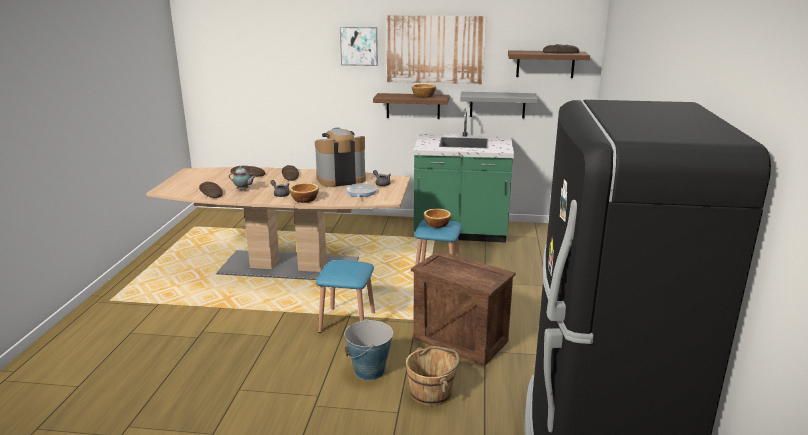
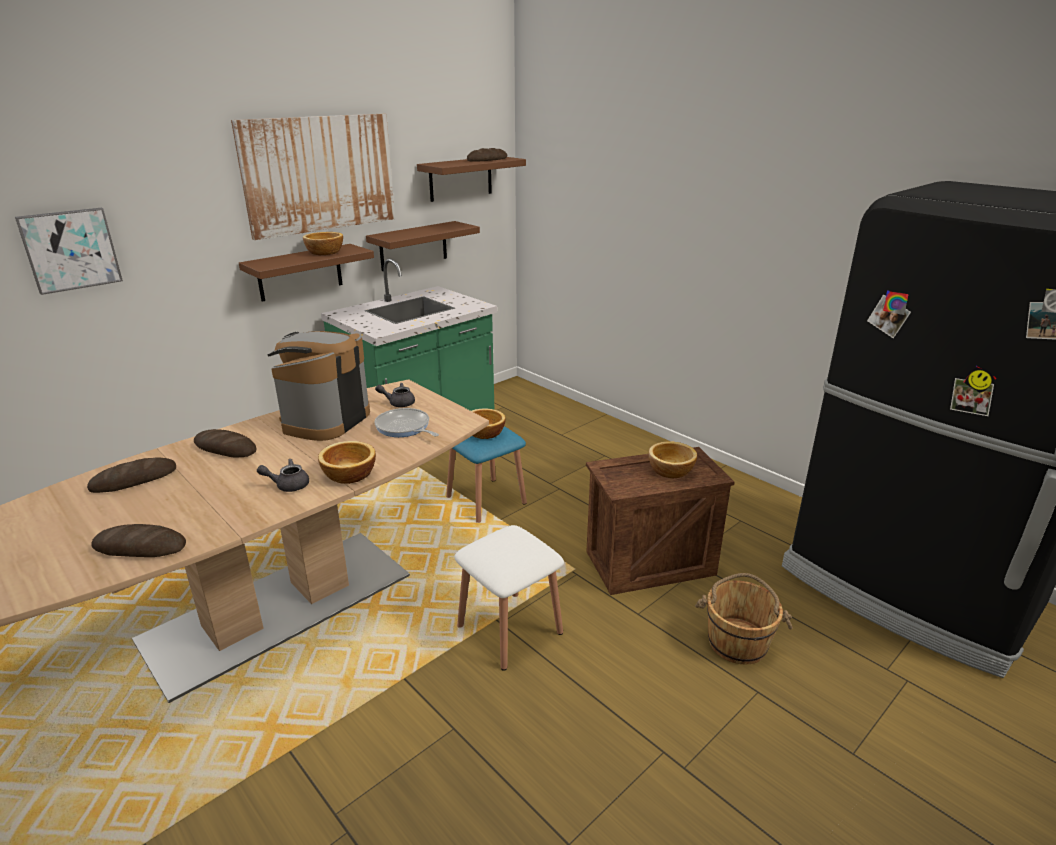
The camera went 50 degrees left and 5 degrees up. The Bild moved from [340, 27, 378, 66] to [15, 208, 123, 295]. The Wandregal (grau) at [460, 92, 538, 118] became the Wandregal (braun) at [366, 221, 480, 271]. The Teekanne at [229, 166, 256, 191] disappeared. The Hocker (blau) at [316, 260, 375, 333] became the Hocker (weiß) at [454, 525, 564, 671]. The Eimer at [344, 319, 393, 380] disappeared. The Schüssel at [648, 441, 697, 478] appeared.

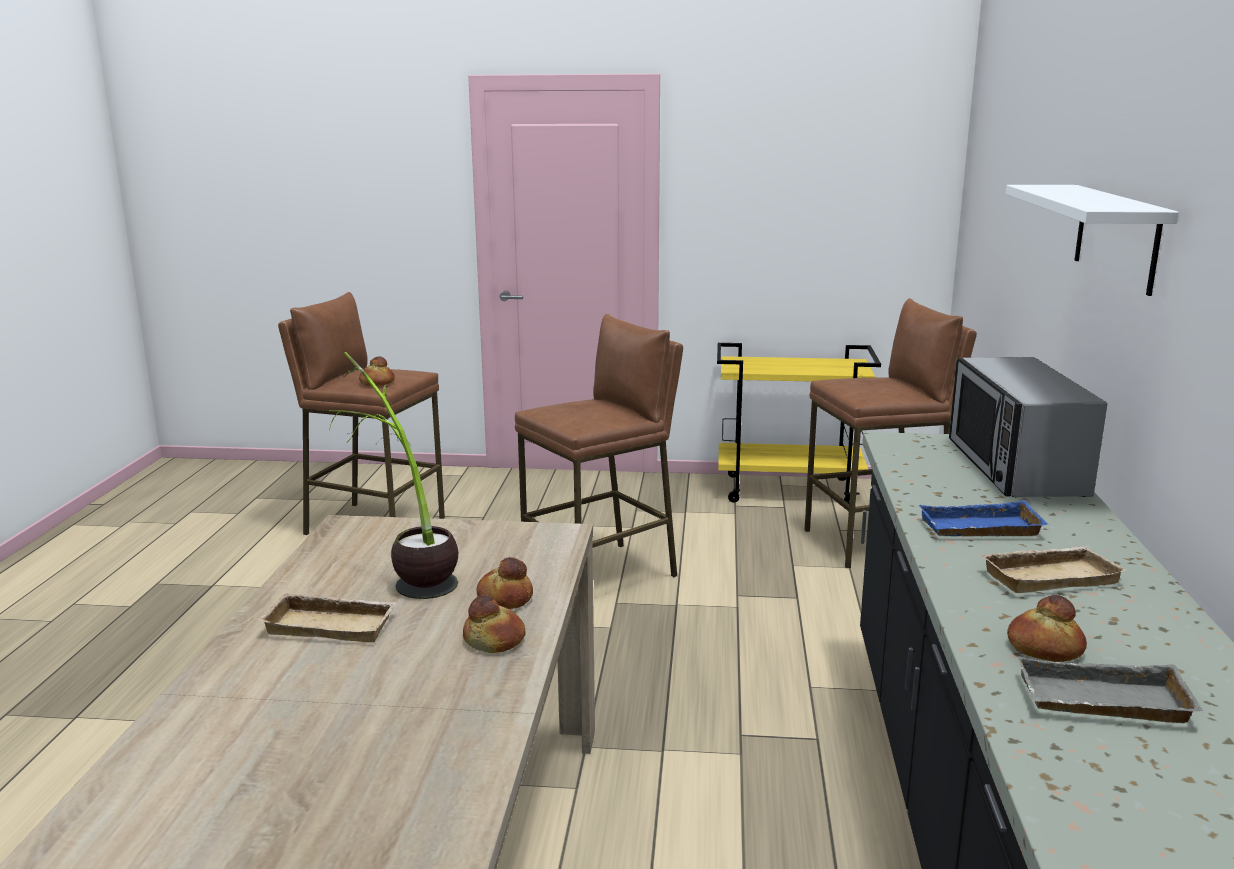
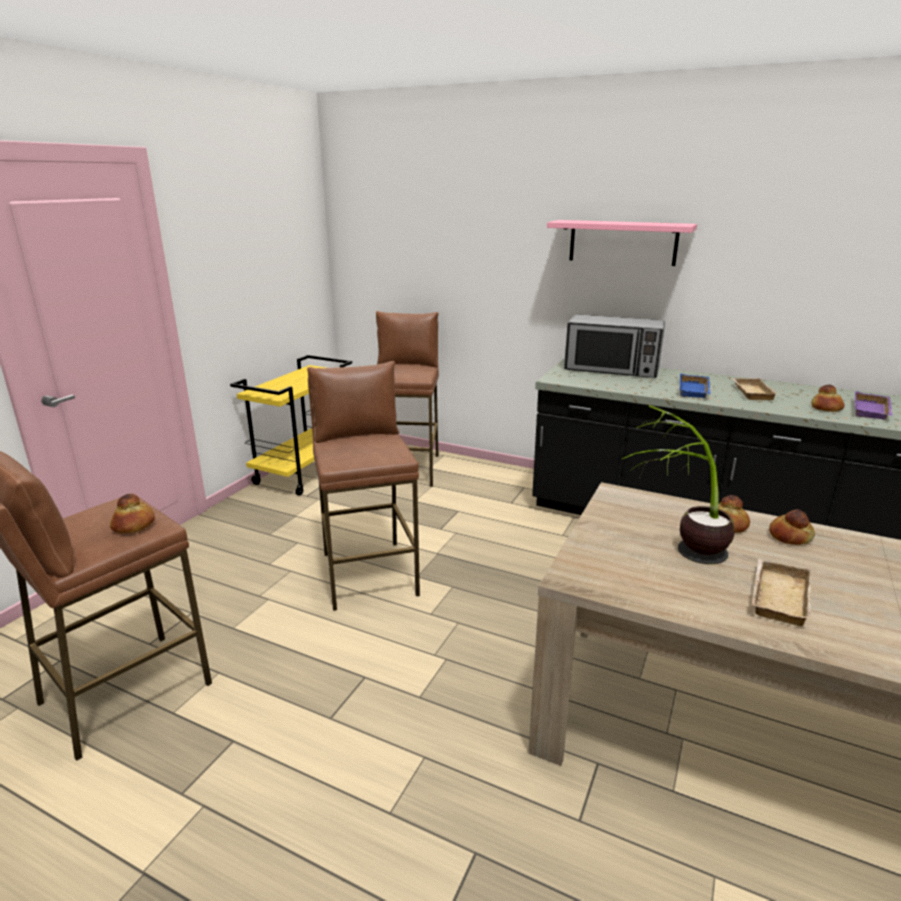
The camera went 70 degrees left and 5 degrees up. The Wandregal (weiß) at [1006, 185, 1179, 296] became the Wandregal (rosa) at [547, 220, 697, 266]. The Tablett (grau) at [1017, 657, 1203, 723] became the Tablett (lila) at [855, 391, 893, 420].

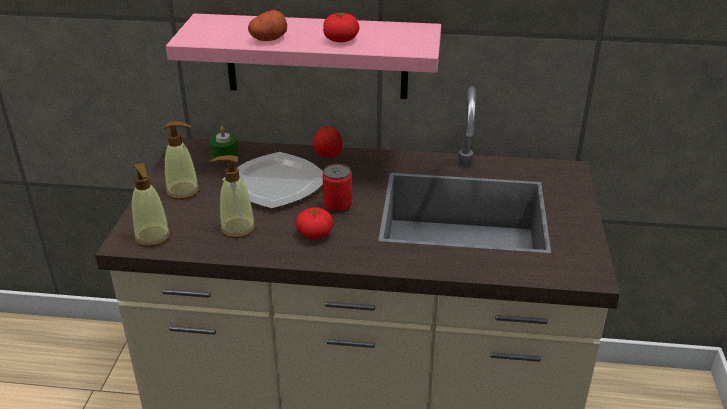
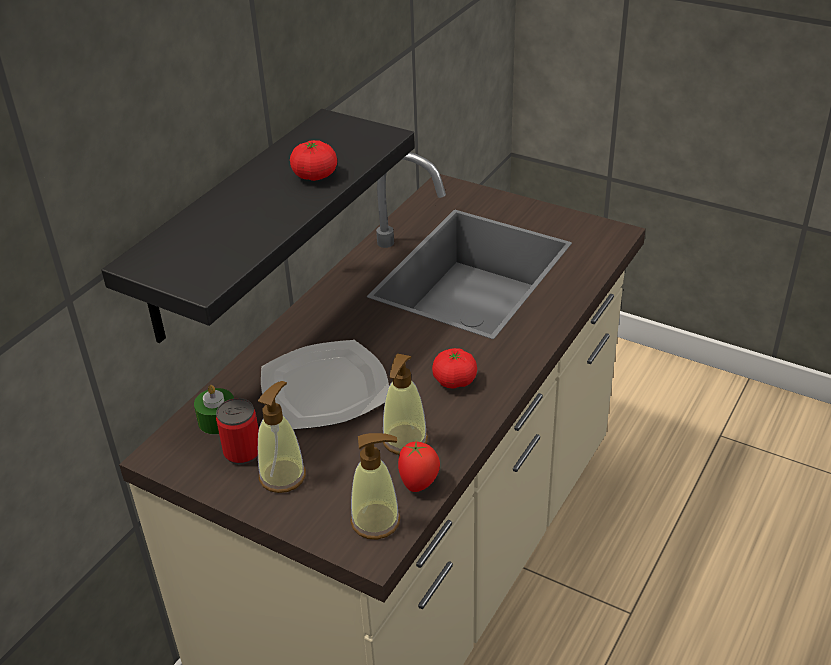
The camera went 65 degrees left and 5 degrees up. The Kartoffel at [248, 10, 287, 41] disappeared. The Wandregal (rosa) at [166, 13, 441, 99] became the Wandregal (schwarz) at [101, 109, 415, 343]. The Tomate moved from [313, 126, 342, 158] to [398, 439, 440, 492]. The Dose moved from [323, 164, 352, 213] to [216, 398, 259, 465].

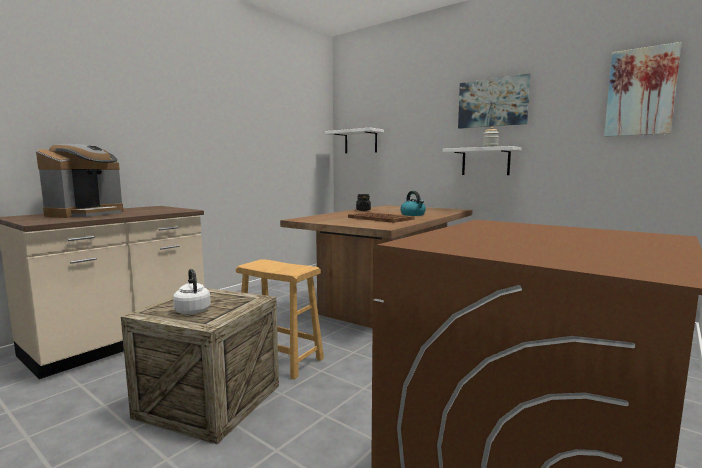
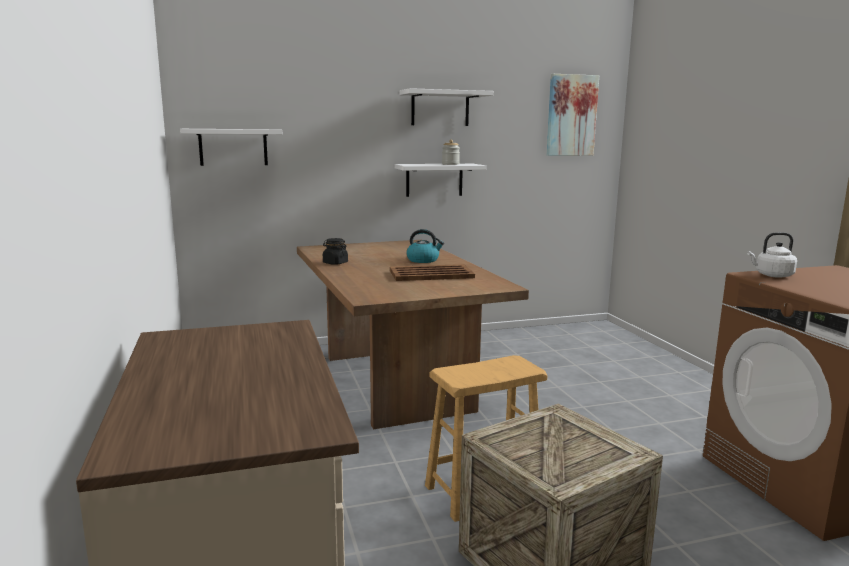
The camera went 55 degrees left and 5 degrees up. The Bild at [458, 74, 530, 129] was replaced by the Wandregal (weiß) at [399, 88, 494, 126]. The Kaffeemaschine at [36, 144, 123, 218] disappeared. The Wasserkessel (weiß) moved from [173, 269, 211, 314] to [747, 232, 797, 278].

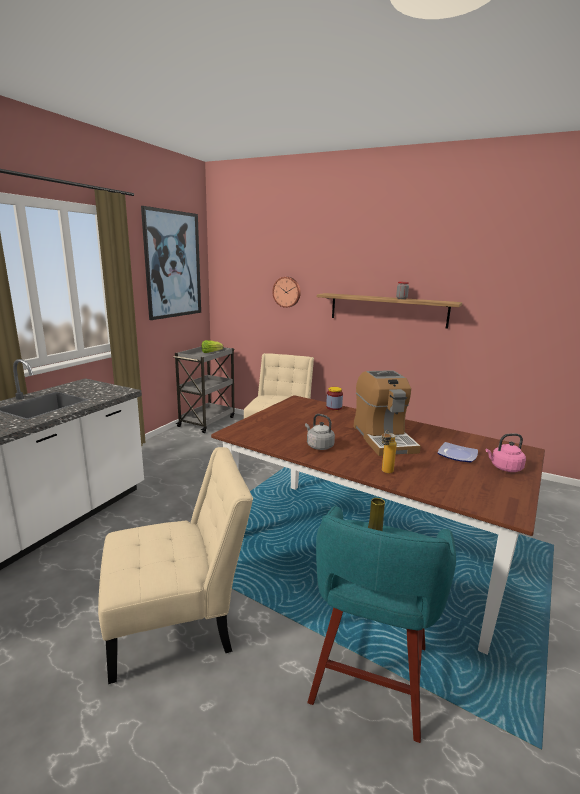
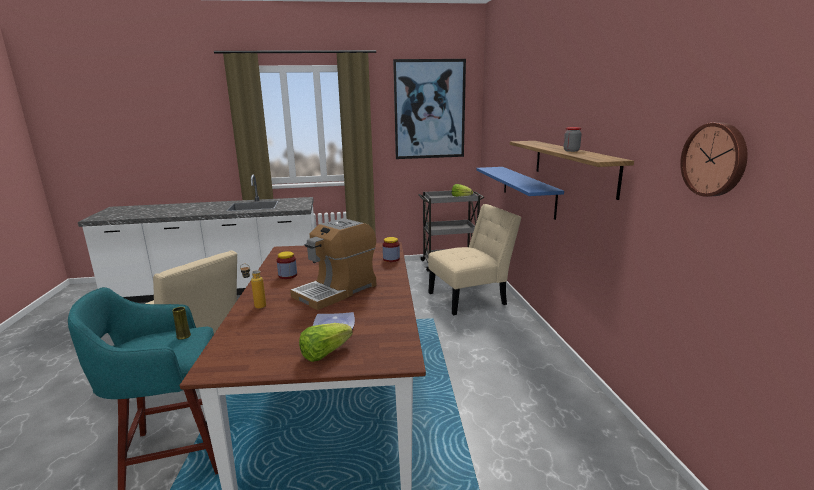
The camera went 55 degrees right and 0 degrees up. The Wanduhr moved from [272, 277, 301, 308] to [680, 122, 748, 197]. The Wasserkessel (grau) at [305, 414, 335, 450] was replaced by the Vorratsglas at [277, 251, 297, 279]. The Wasserkessel (rosa) at [485, 433, 526, 472] was replaced by the Salatkopf at [299, 323, 353, 362]. The Wandregal (blau) at [476, 167, 564, 220] appeared.

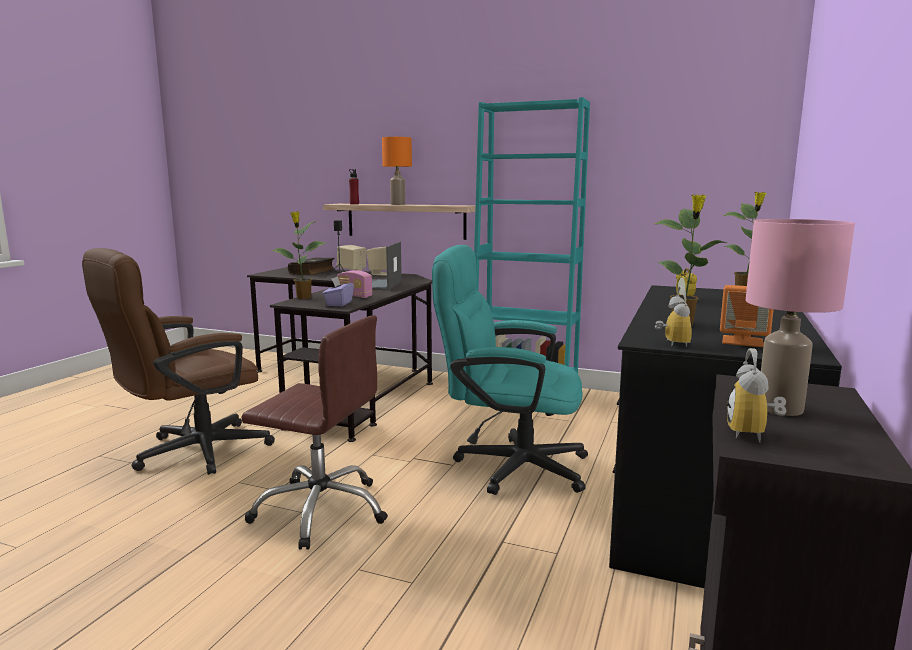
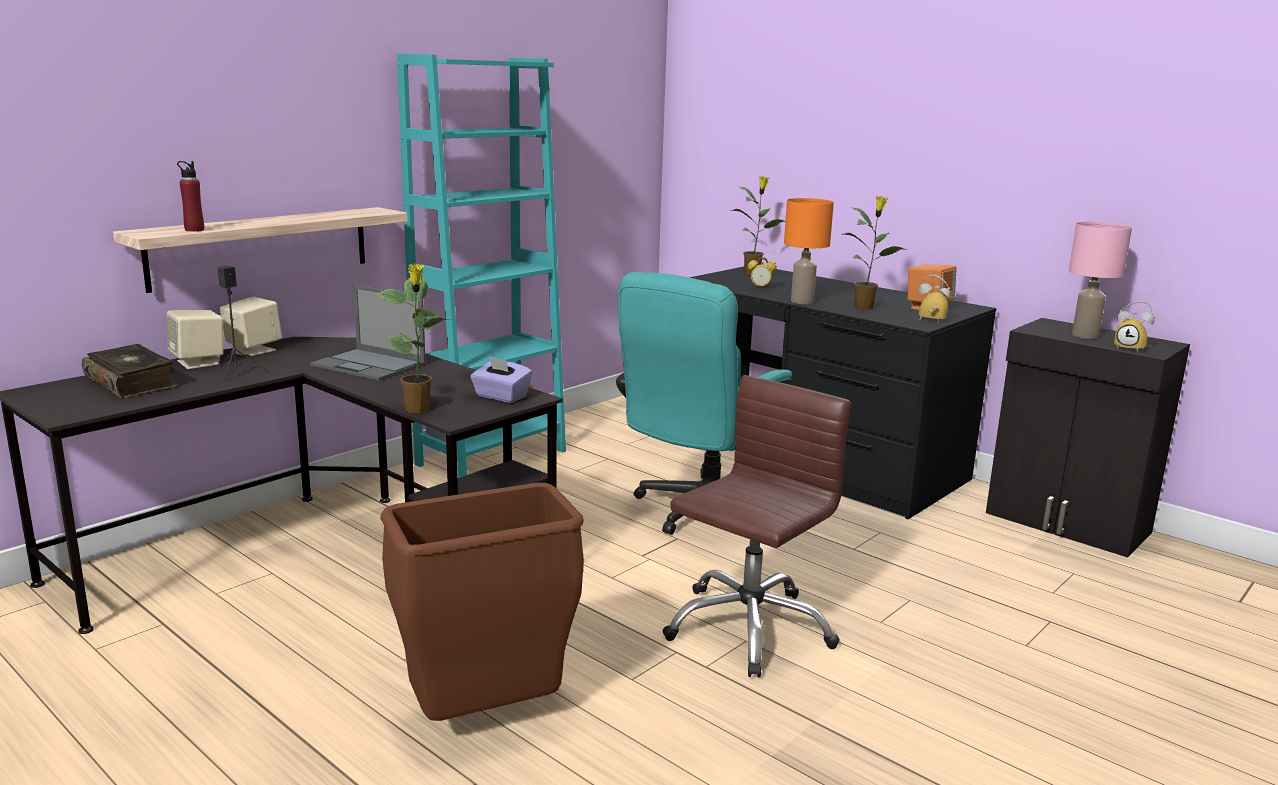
The camera went 70 degrees left and 5 degrees up. The Tischlampe (orange) moved from [382, 137, 412, 205] to [784, 198, 834, 304]. The Bürostuhl (braun) at [82, 248, 275, 475] was replaced by the Mülleimer (braun) at [380, 483, 584, 721]. The Radio at [337, 270, 373, 298] disappeared.

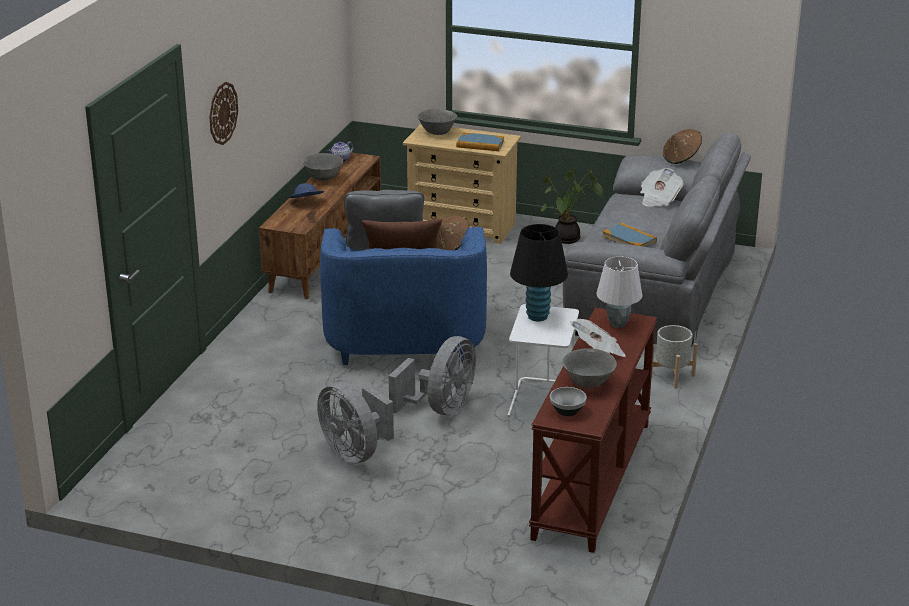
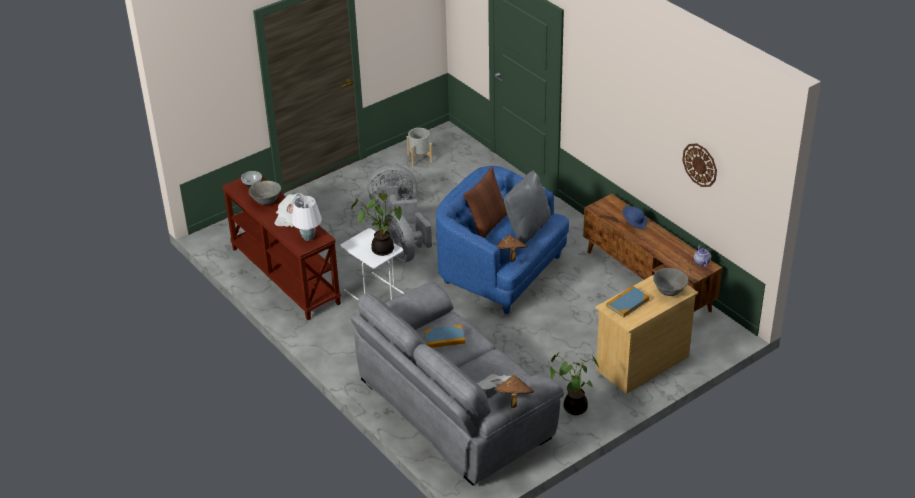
The camera went 125 degrees right and 10 degrees up. The Wanduhr moved from [209, 82, 238, 145] to [682, 144, 717, 187]. The Schüssel (grau) at [303, 153, 343, 181] disappeared. The Tischlampe (schwarz) at [510, 224, 568, 321] was replaced by the Topfpflanze at [351, 193, 403, 256]. The Pflanzkübel (grau) moved from [651, 325, 698, 389] to [407, 128, 433, 166].

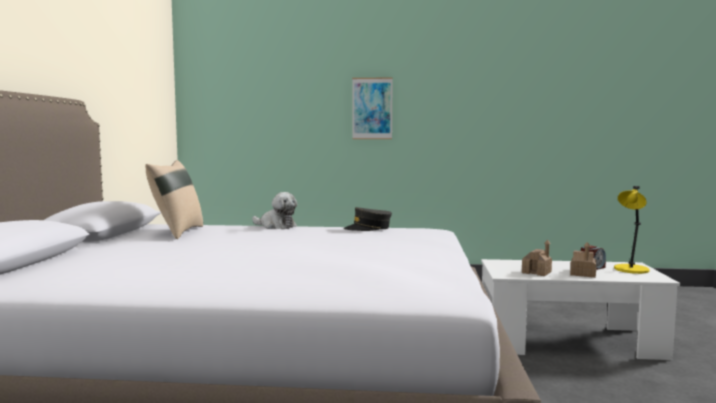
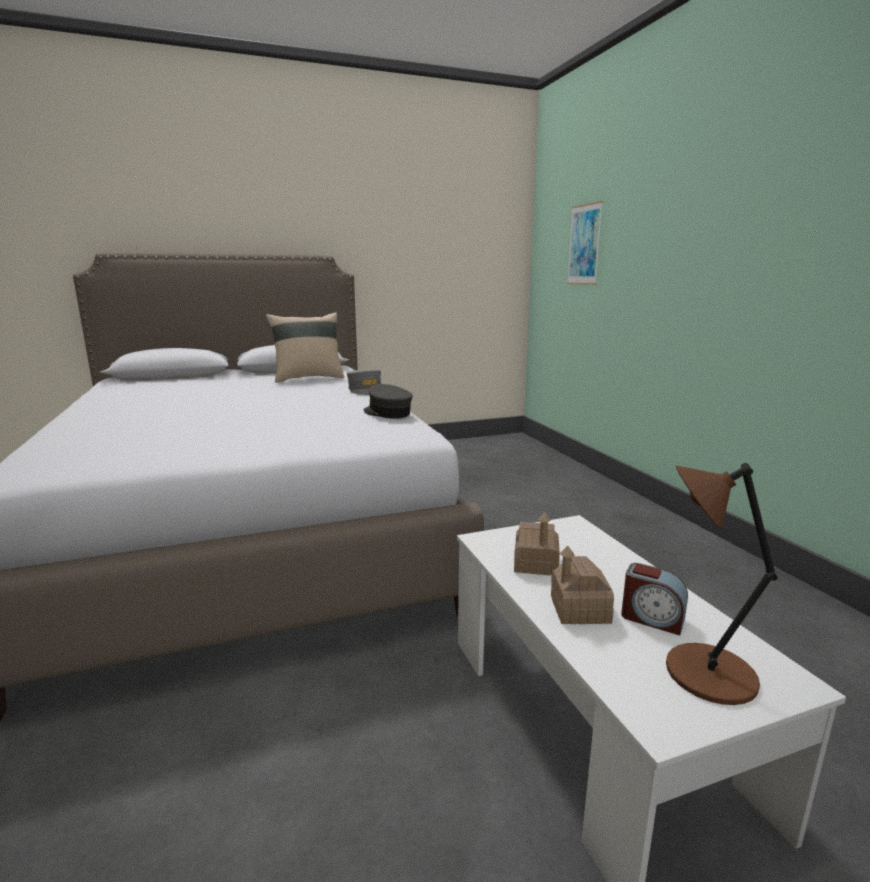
The camera went 65 degrees right and 10 degrees up. The Bild moved from [352, 77, 393, 139] to [567, 201, 603, 285]. The Tischlampe (gelb) at [614, 186, 650, 274] became the Tischlampe (braun) at [666, 463, 778, 705]. The Plüschtier at [252, 192, 297, 229] was replaced by the Kappe (grau) at [347, 370, 381, 395].

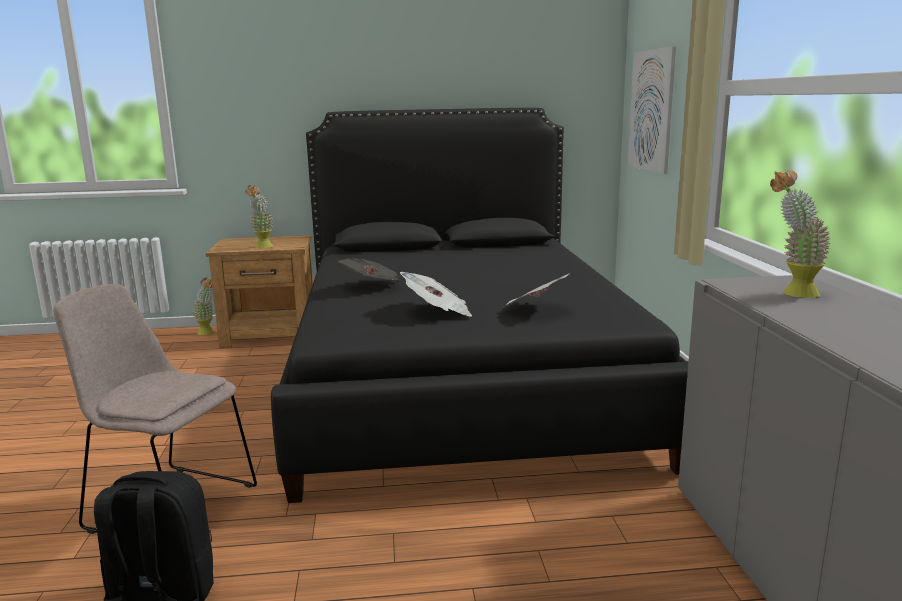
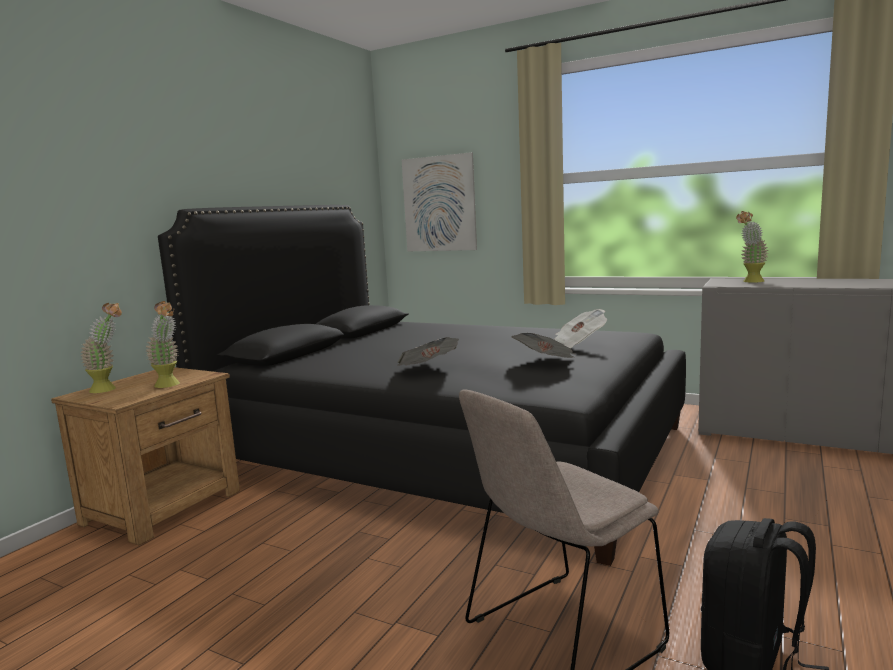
The camera went 55 degrees left and 5 degrees down. The Topfpflanze moved from [192, 278, 214, 335] to [80, 303, 122, 393].

